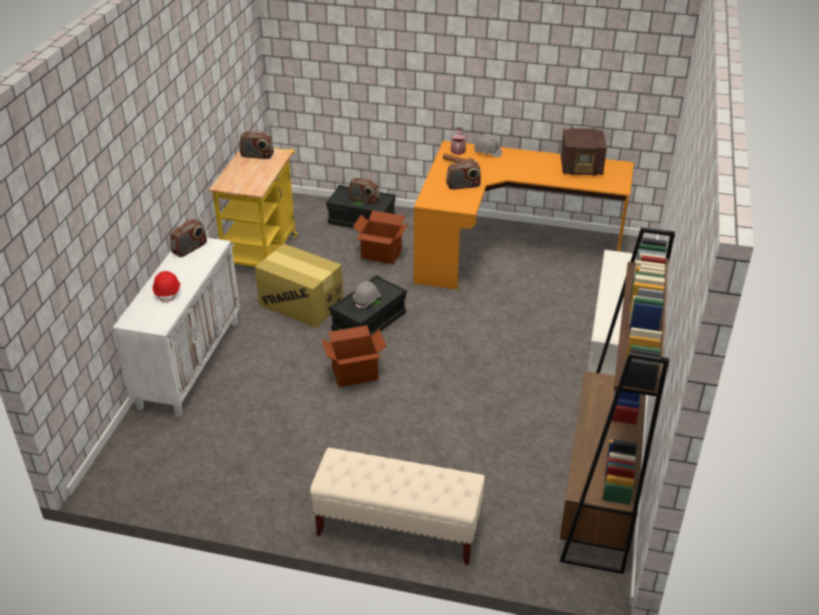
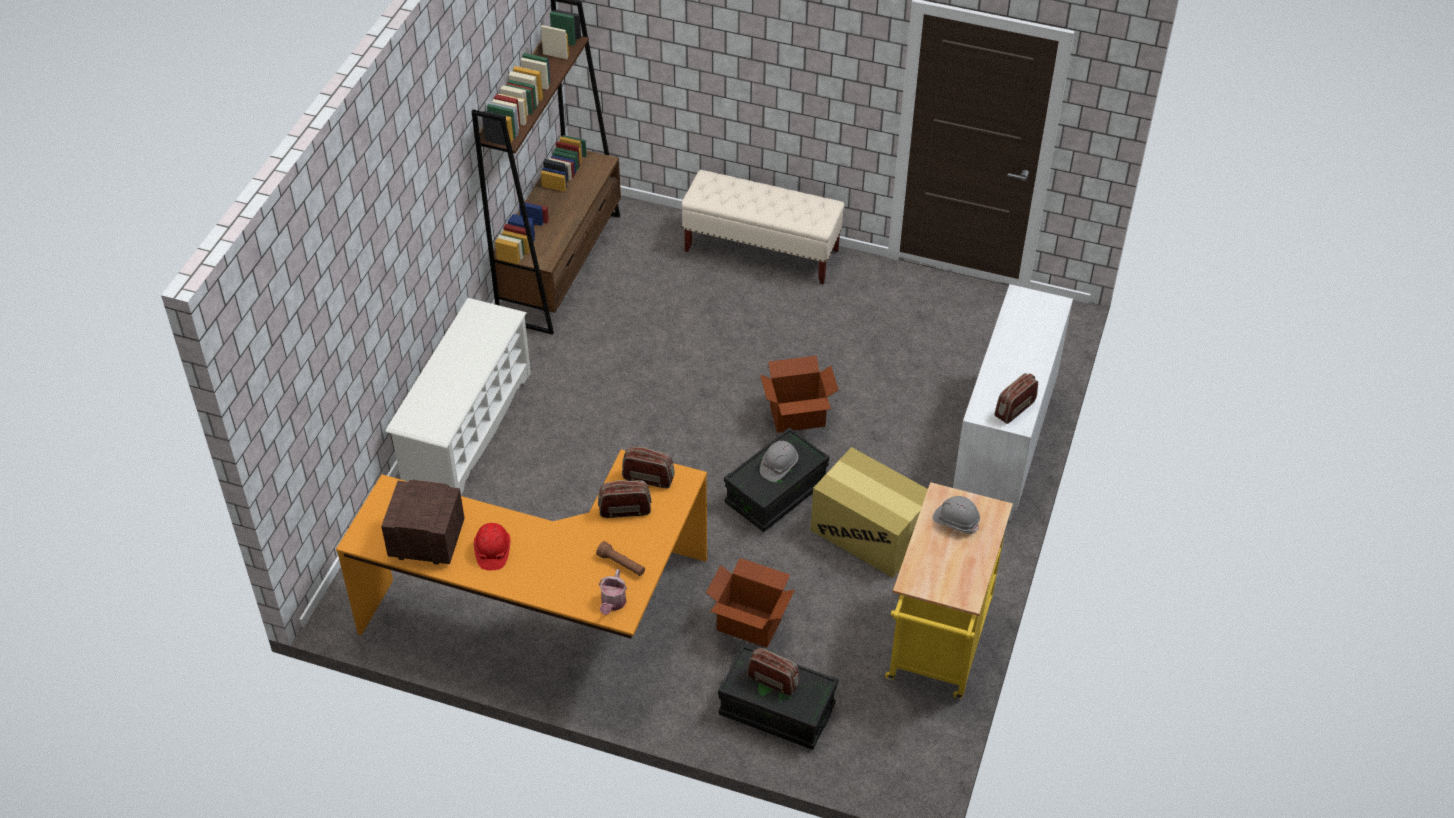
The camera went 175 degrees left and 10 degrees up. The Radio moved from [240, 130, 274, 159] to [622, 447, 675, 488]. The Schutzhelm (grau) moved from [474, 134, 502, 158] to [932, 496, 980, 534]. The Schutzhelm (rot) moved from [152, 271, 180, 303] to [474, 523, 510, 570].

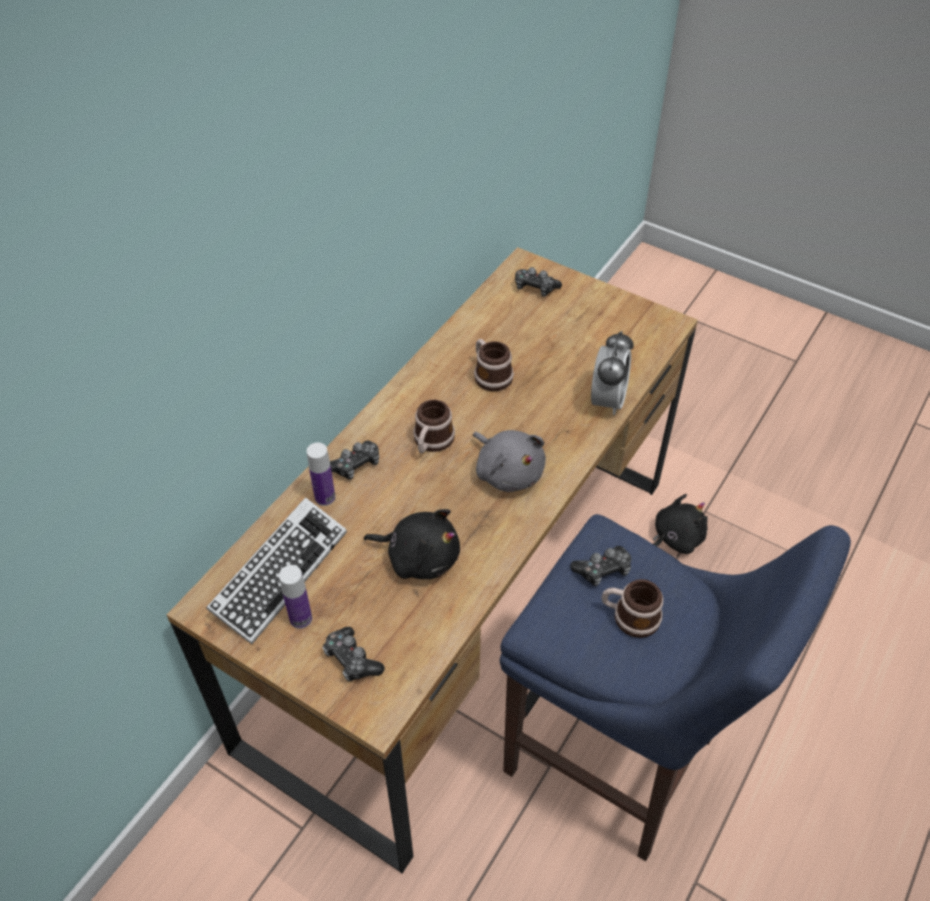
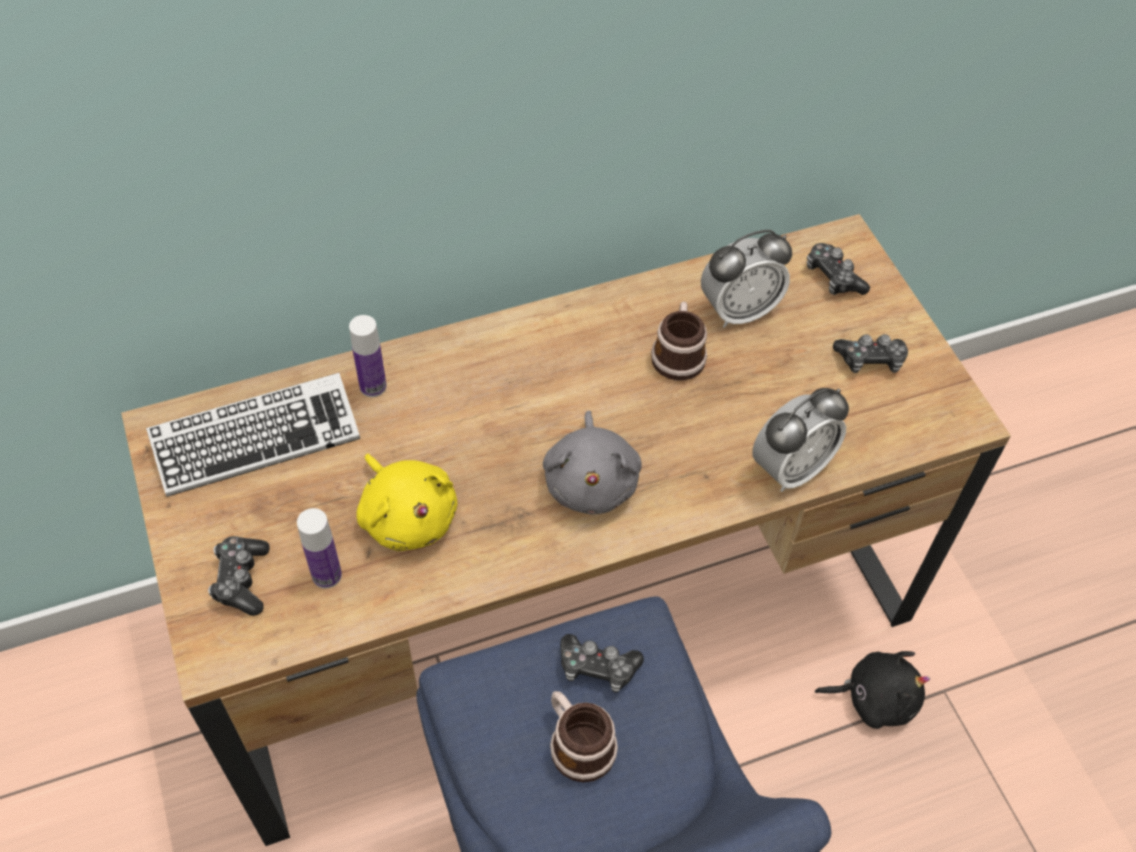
The camera went 35 degrees right and 5 degrees up. The Henkelbecher at [413, 400, 455, 453] disappeared. The Gamepad moved from [330, 440, 379, 480] to [833, 334, 908, 373]. The Plüschtier (schwarz) at [364, 509, 460, 579] became the Plüschtier (gelb) at [357, 454, 457, 551]. The Flasche moved from [279, 565, 312, 629] to [297, 508, 342, 588]. The Wecker at [701, 230, 792, 328] appeared.

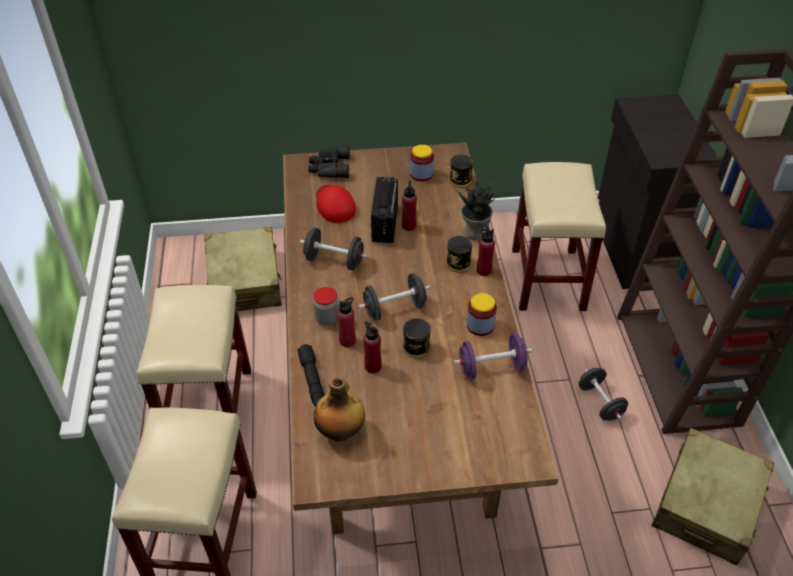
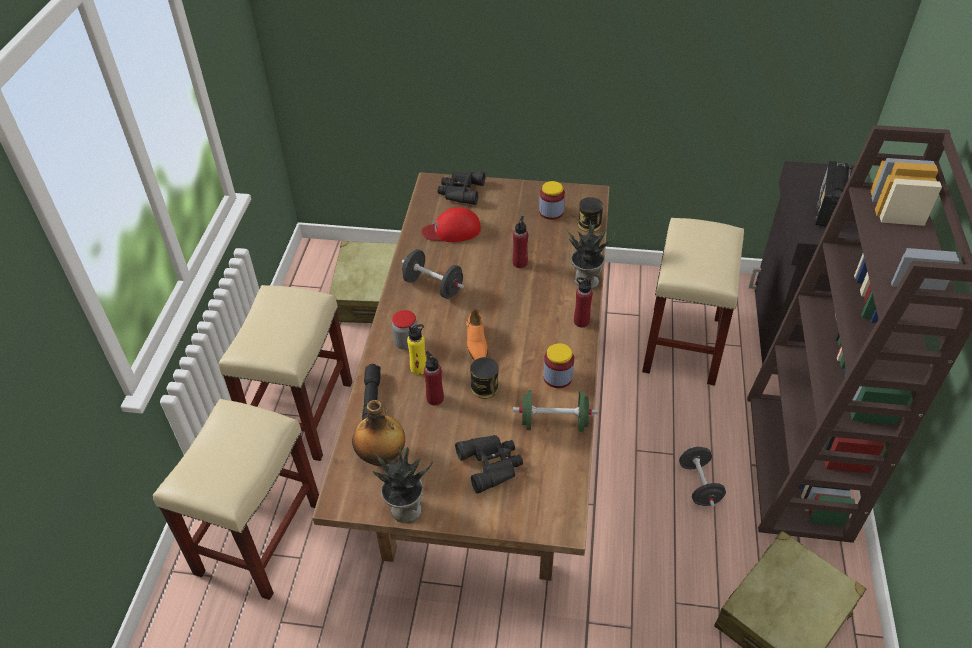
The camera went 15 degrees right and 0 degrees up. The Radio moved from [370, 177, 398, 243] to [815, 161, 852, 227]. The Kappe (rot) at [316, 185, 356, 223] turned 90 degrees counterclockwise. The Dose at [446, 236, 472, 272] disappeared. The Hantel (schwarz) at [358, 273, 430, 321] was replaced by the Schuh (orange) at [466, 309, 488, 361]. The Flasche (rot) at [337, 297, 356, 347] became the Flasche (gelb) at [407, 324, 426, 375]. The Hantel (lila) at [454, 334, 533, 380] became the Hantel (grün) at [513, 390, 598, 432]. The Fernglas (schwarz) at [455, 435, 523, 493] appeared. The Topfpflanze at [373, 446, 433, 523] appeared.

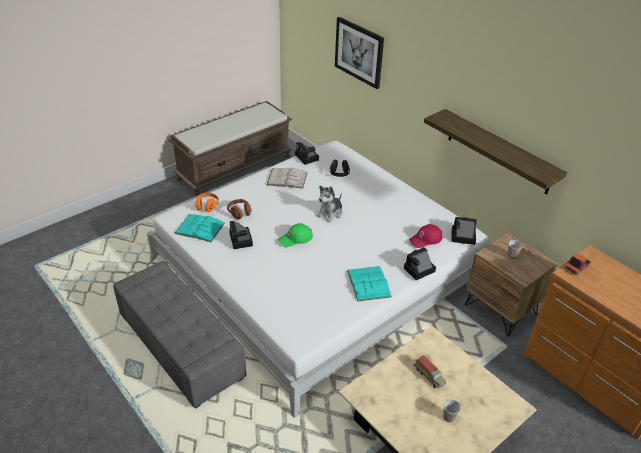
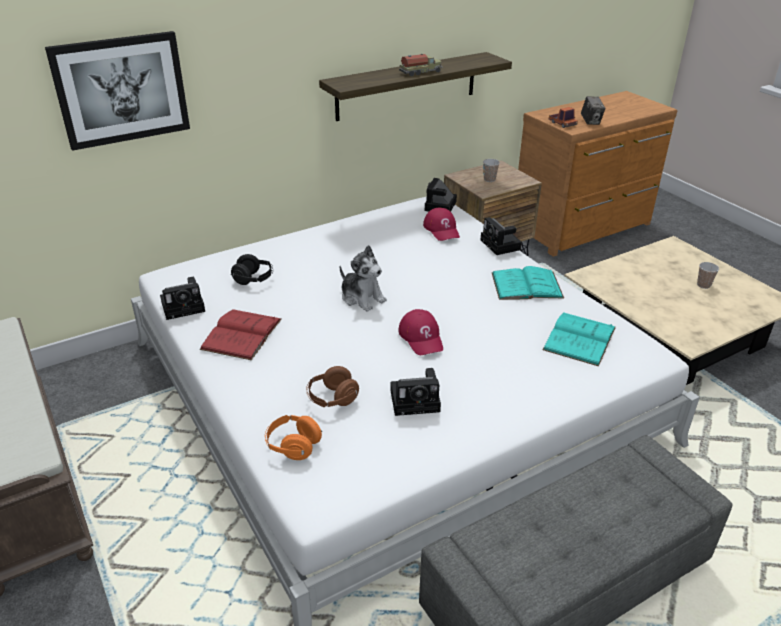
The camera went 80 degrees left and 5 degrees down. The Buch (weiß) at [266, 167, 307, 189] became the Buch (rot) at [200, 309, 282, 360]. The Buch (türkis) moved from [174, 214, 225, 242] to [543, 312, 616, 366]. The Kappe (grün) at [278, 223, 313, 247] became the Kappe (rot) at [398, 309, 443, 355]. The Spielzeuglaster moved from [414, 355, 446, 388] to [399, 54, 442, 76]. The Kamera at [581, 96, 605, 125] appeared.

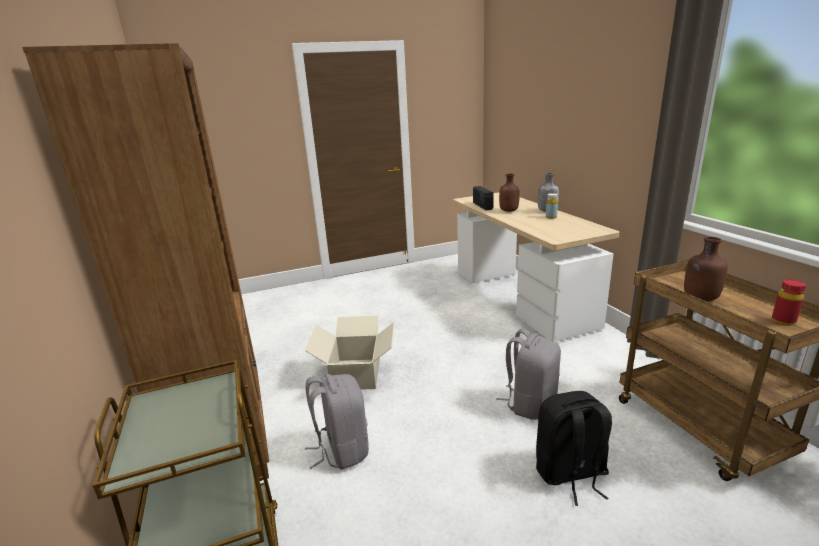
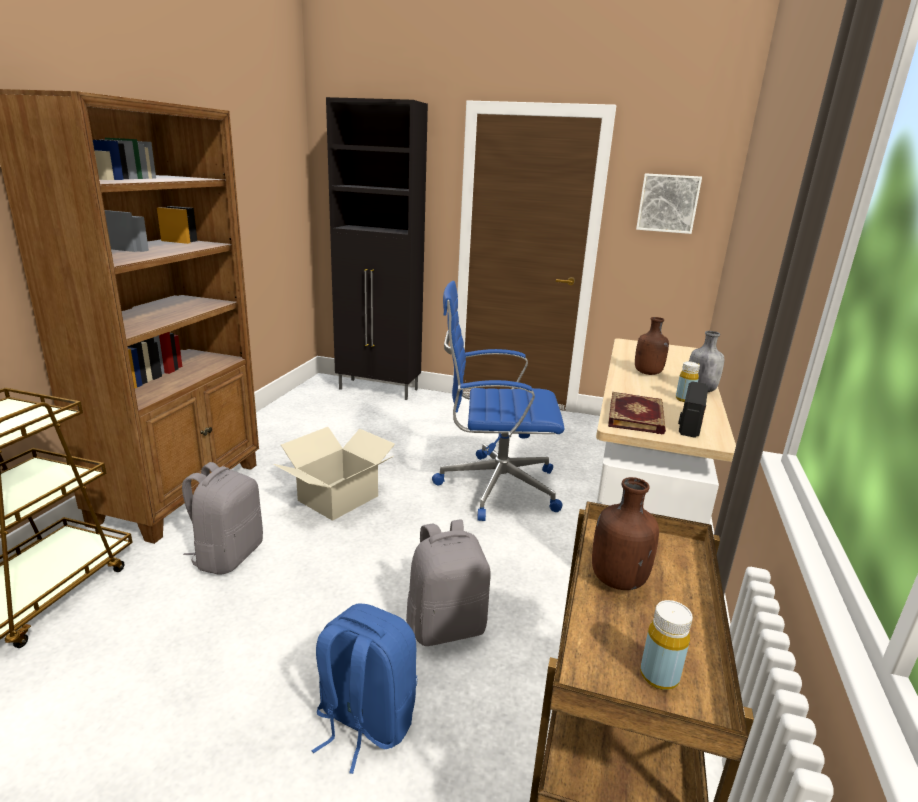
The camera went 35 degrees right and 0 degrees up. The Radio moved from [473, 186, 494, 210] to [678, 381, 708, 438]. The Flasche (rot) at [772, 279, 806, 326] became the Flasche (gelb) at [640, 600, 693, 690]. The Rucksack (schwarz) at [536, 391, 612, 506] became the Rucksack (blau) at [311, 603, 417, 774]. The Schrank (schwarz) at [326, 97, 428, 400] appeared. The Bild at [636, 173, 702, 234] appeared. The Bürostuhl (blau) at [432, 281, 564, 521] appeared. The Buch at [608, 392, 666, 434] appeared.

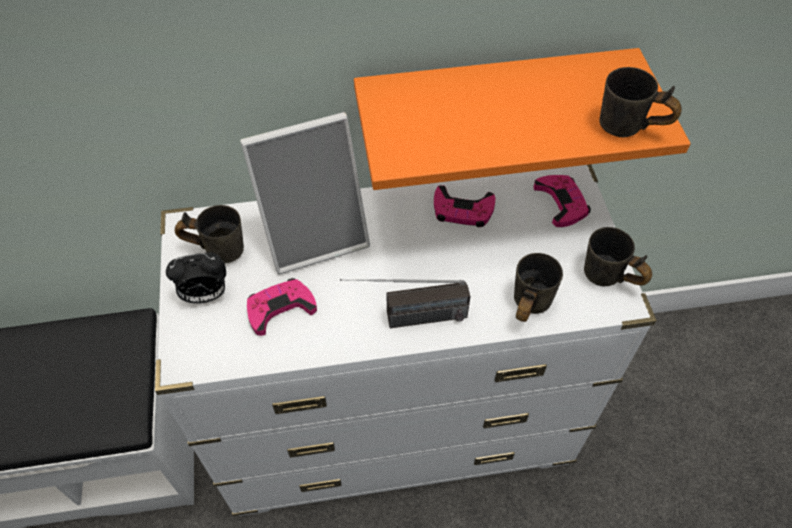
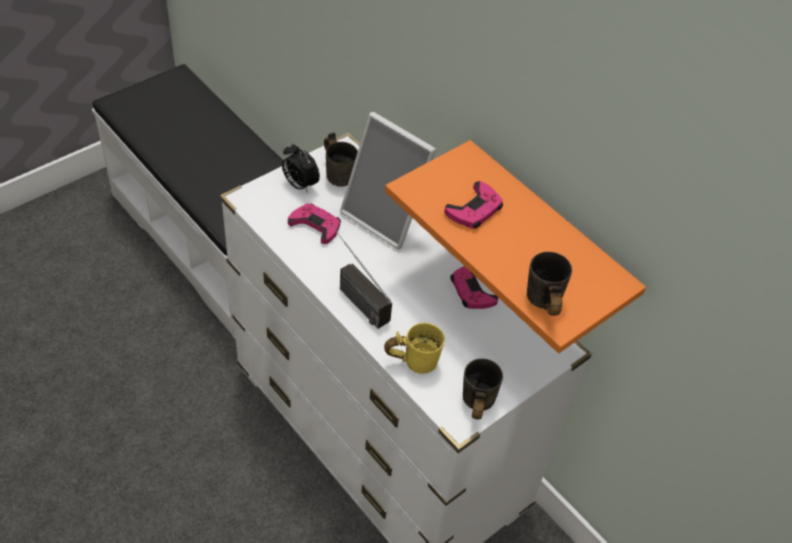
The camera went 55 degrees right and 5 degrees down. The Gamepad (rosa) moved from [533, 175, 591, 227] to [444, 181, 503, 229]. The Henkelbecher (grau) at [514, 253, 563, 322] became the Henkelbecher (gelb) at [384, 323, 445, 374].

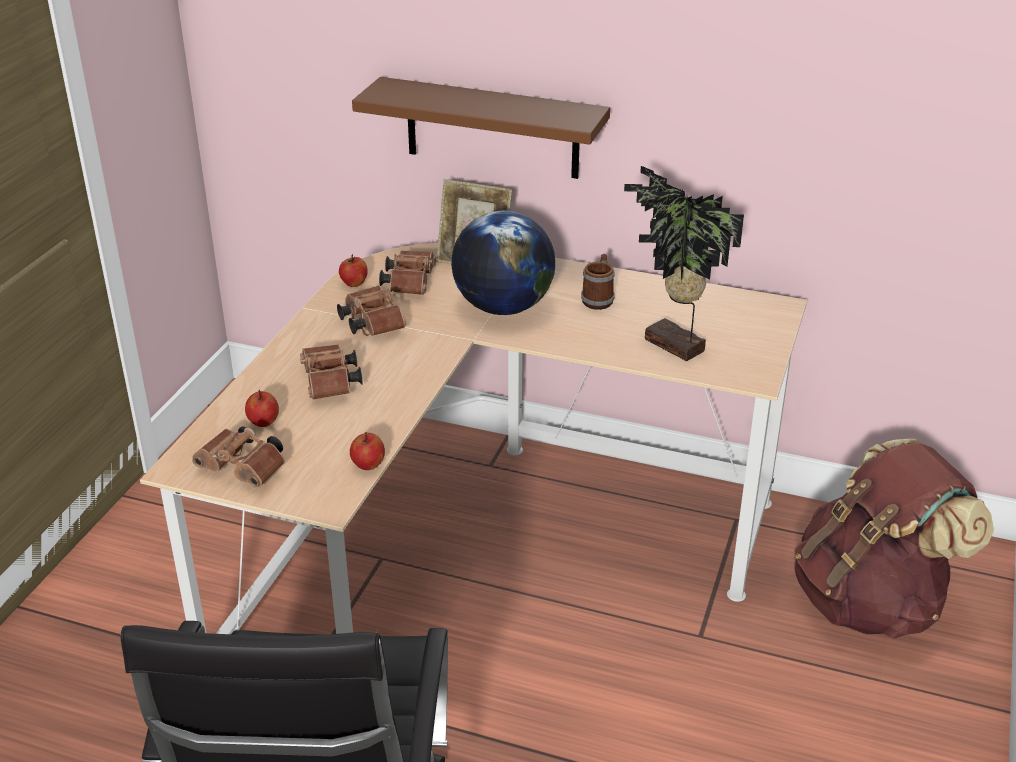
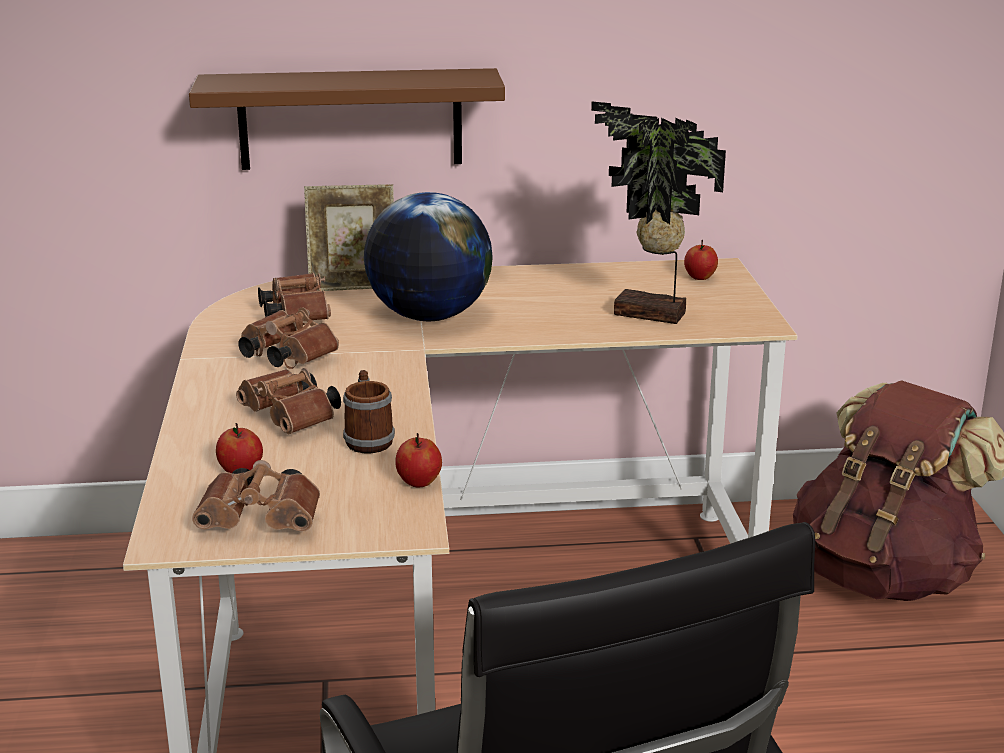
The camera went 25 degrees left and 10 degrees down. The Apfel moved from [339, 254, 368, 287] to [684, 240, 718, 280]. The Henkelbecher moved from [581, 254, 615, 310] to [343, 370, 395, 453].

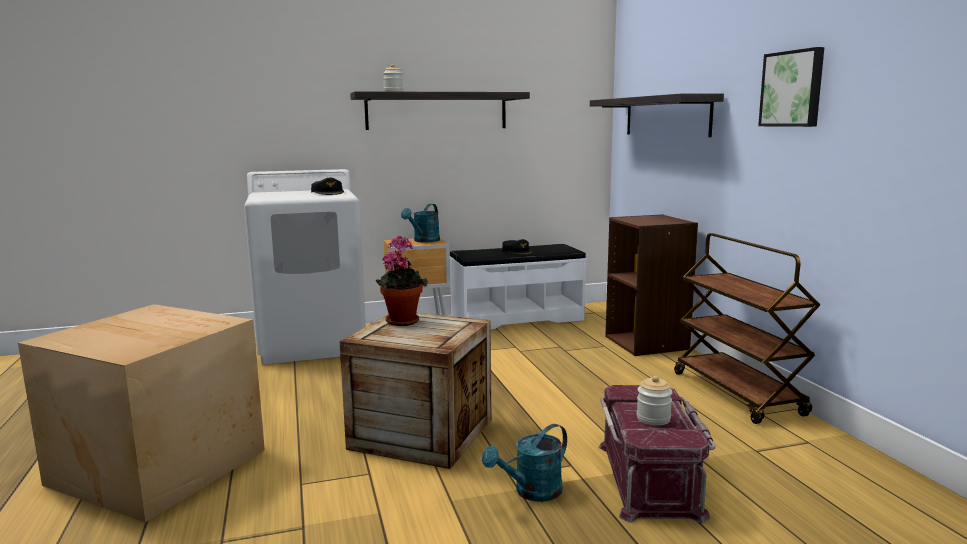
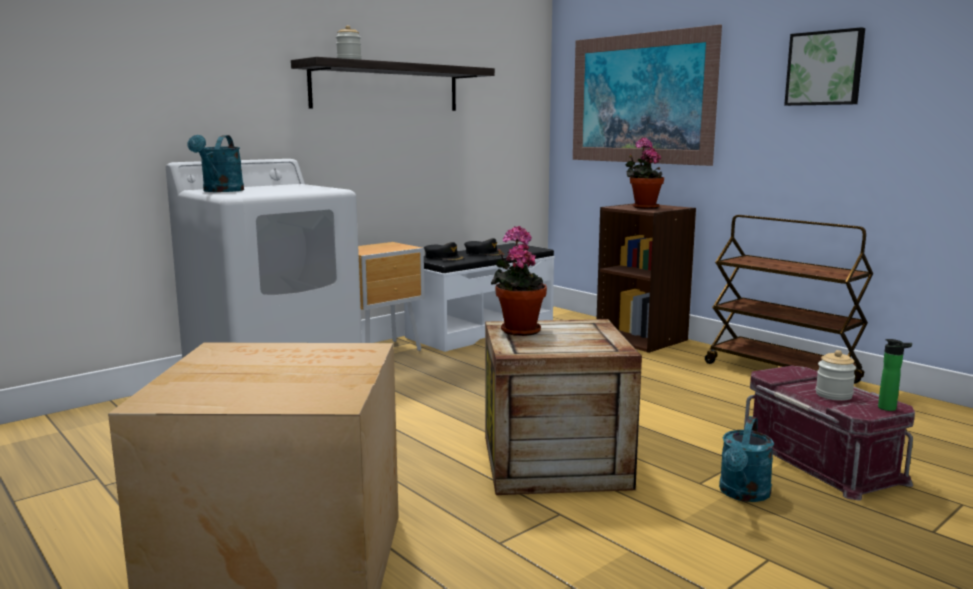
The camera went 25 degrees left and 0 degrees up. The Wandregal at [590, 93, 724, 137] was replaced by the Bild at [573, 25, 722, 166]. The Kappe (schwarz) moved from [311, 178, 344, 195] to [424, 242, 464, 261]. The Gießkanne (türkis) moved from [401, 204, 440, 243] to [187, 135, 244, 192]. The Topfpflanze at [626, 137, 664, 209] appeared. The Flasche at [878, 339, 912, 411] appeared.

